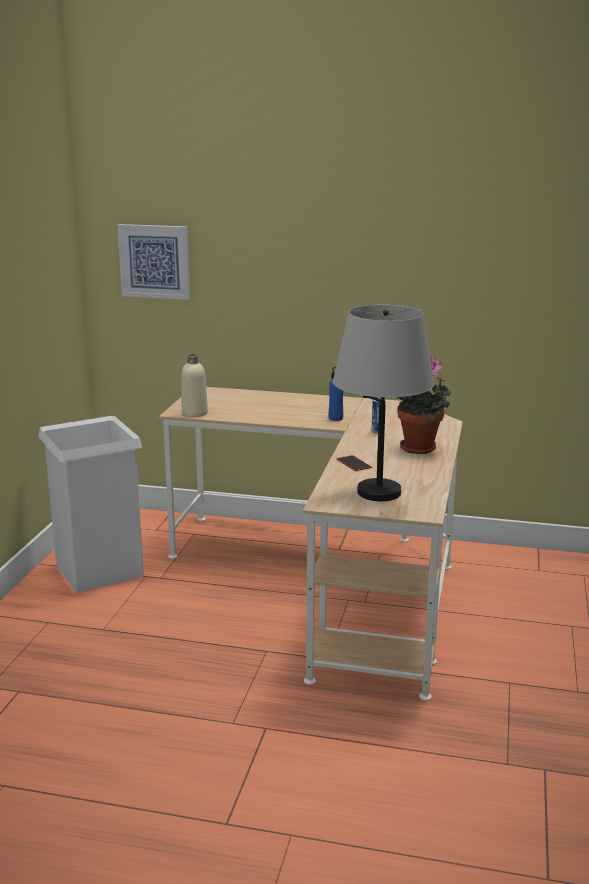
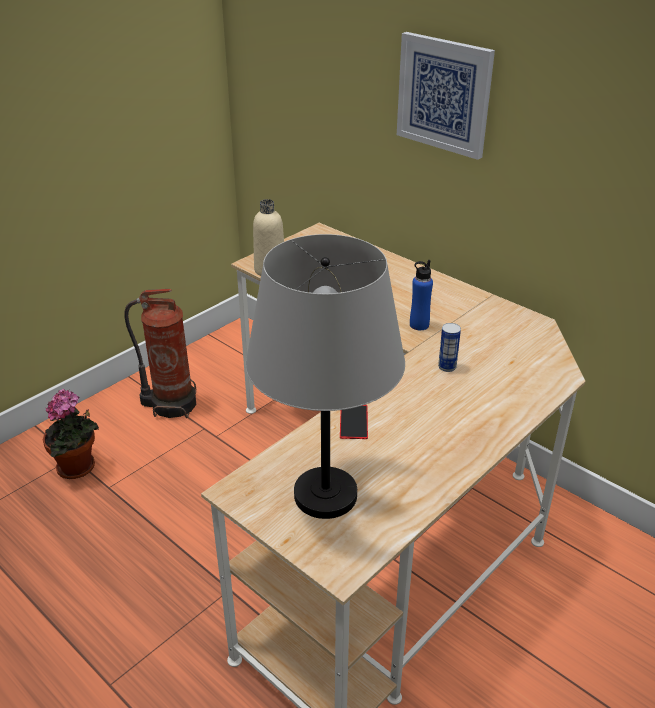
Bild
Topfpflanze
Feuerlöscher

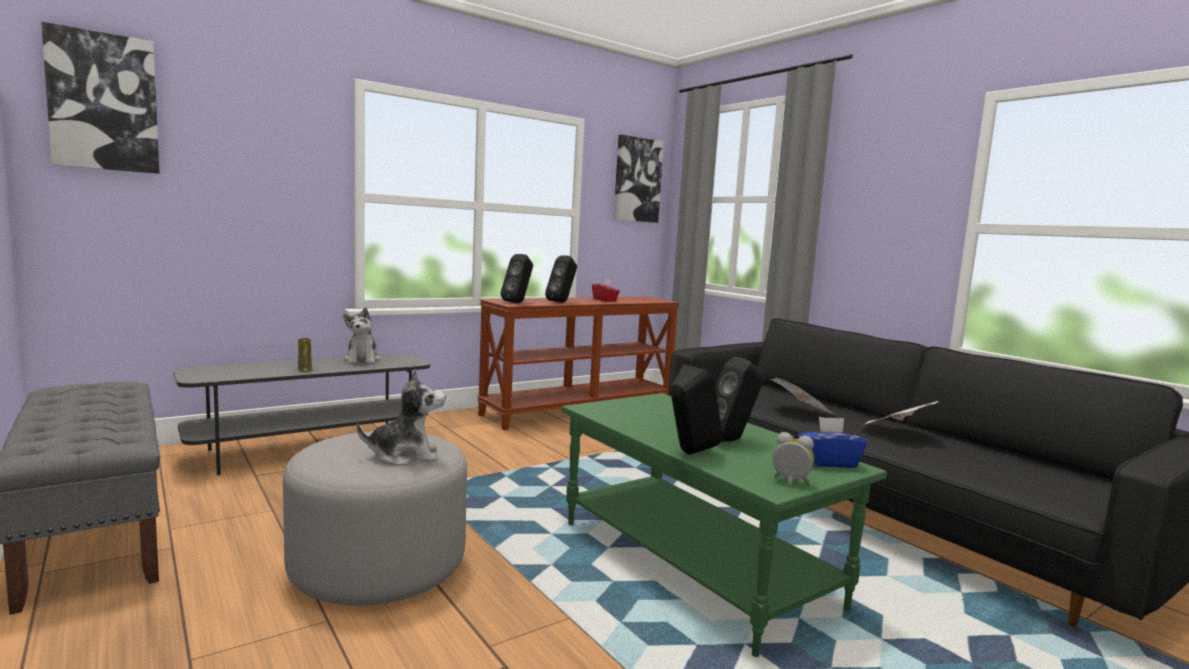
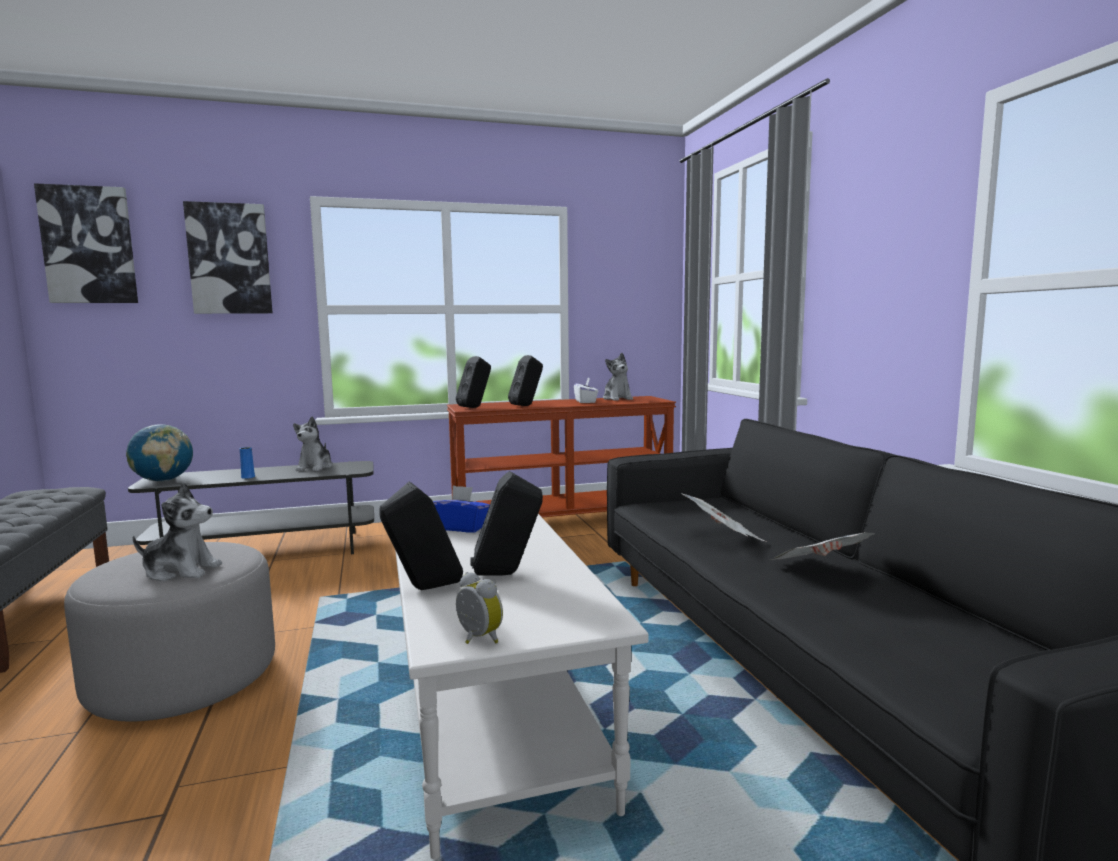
Globus
Plüschtier (3rd from left)
Bild (2nd from left)
Taschentuchbox [blau]
Vase [blau]
Couchtisch [weiß]
Taschentuchbox [weiß]

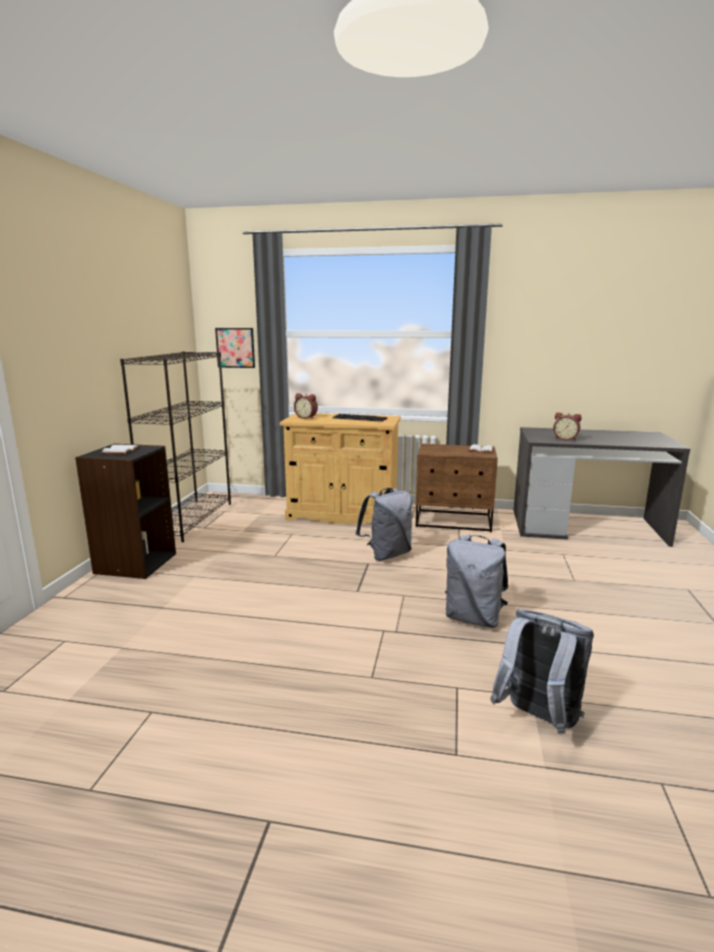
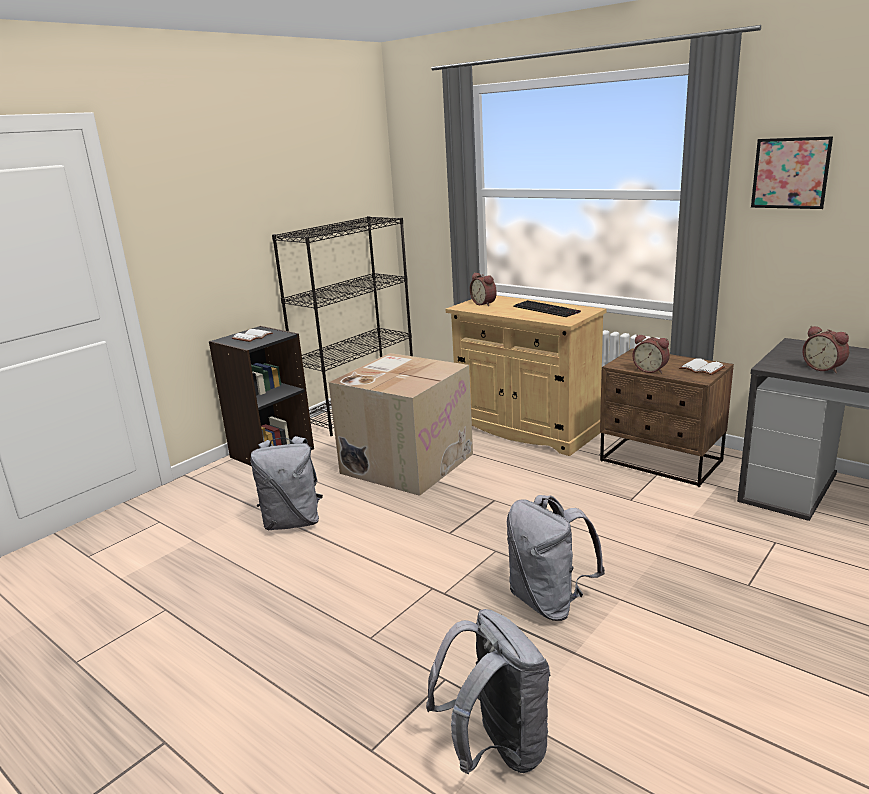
Karton
Wecker (2nd from left)
Bild
Rucksack [grau] (1st from left)

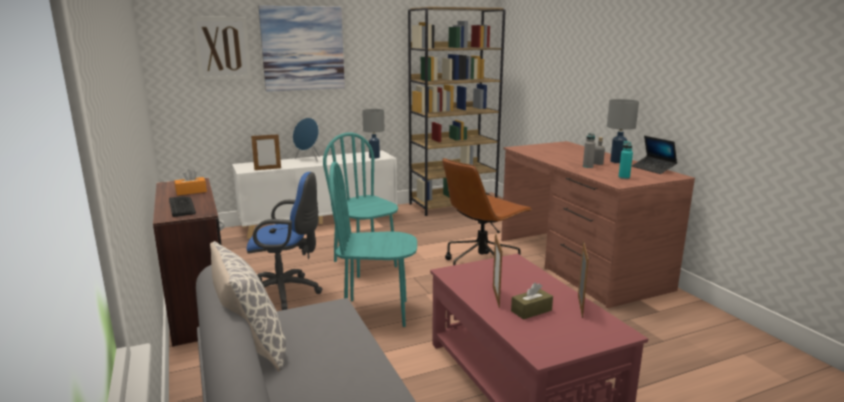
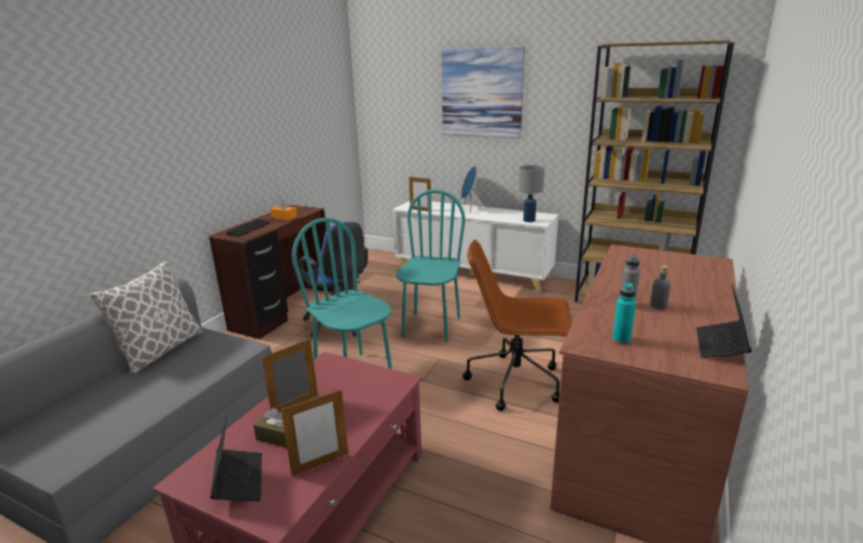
Bild (1st from left in the first image)
Tischlampe [grau] (2nd from left in the first image)
Laptop (1st from left)

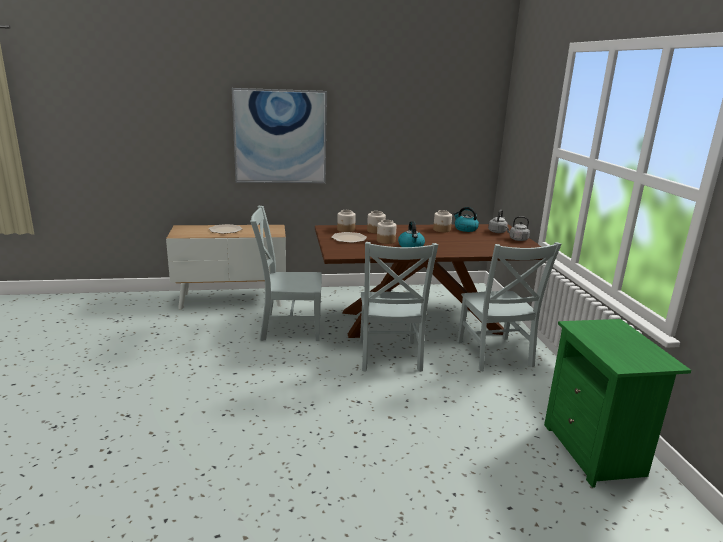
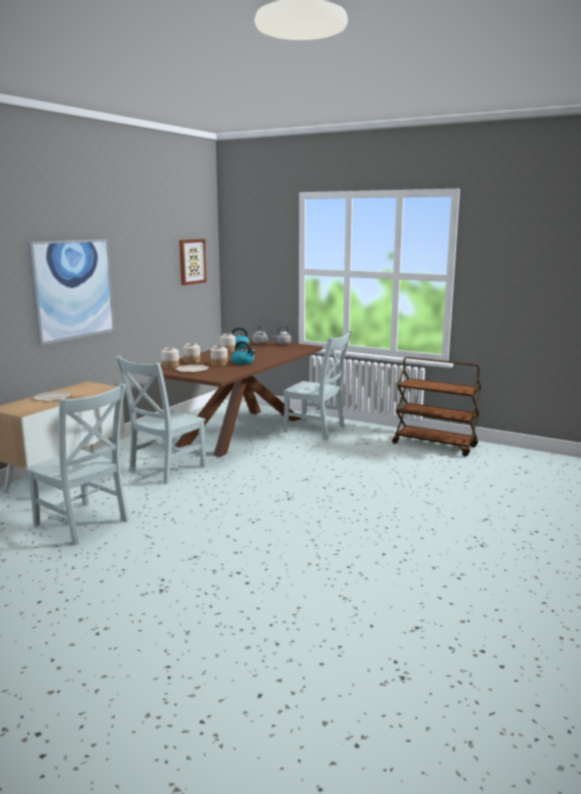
Bild (2nd from left)
Stuhl [grau] (1st from left)
Rollwagen [braun]

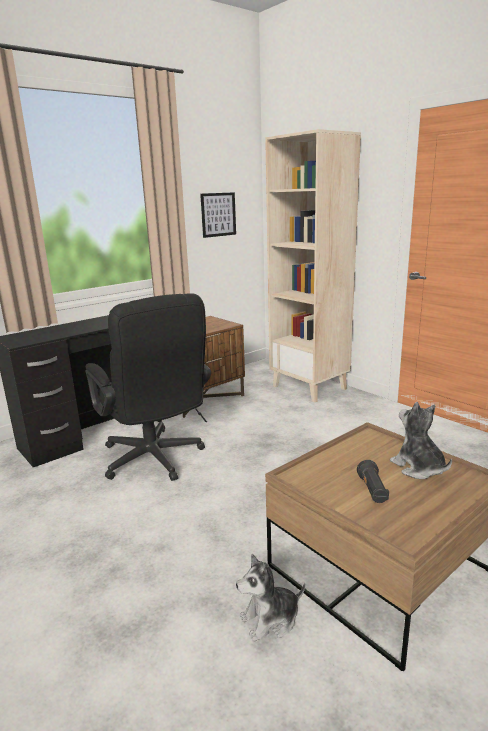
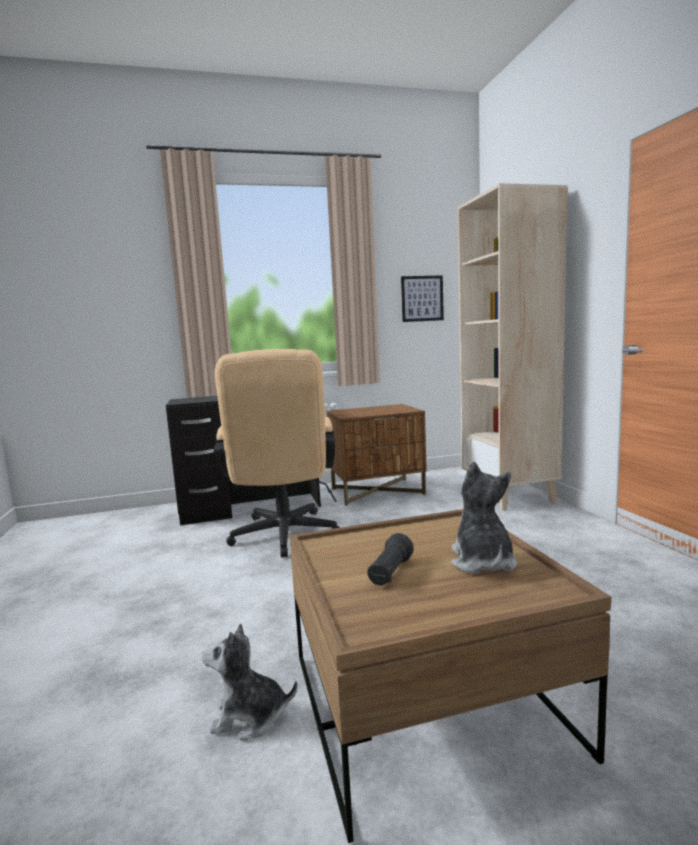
Bürostuhl [beige]

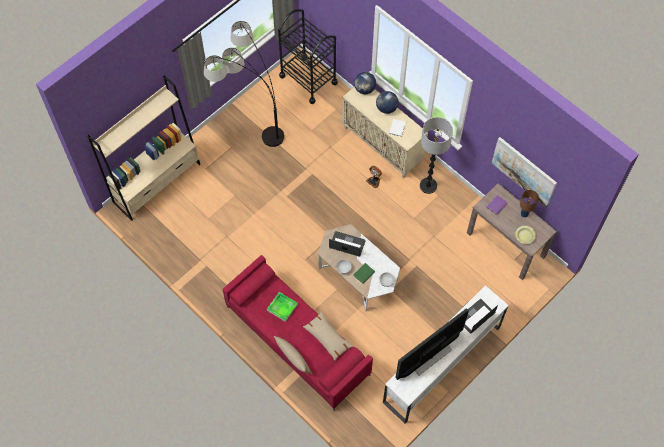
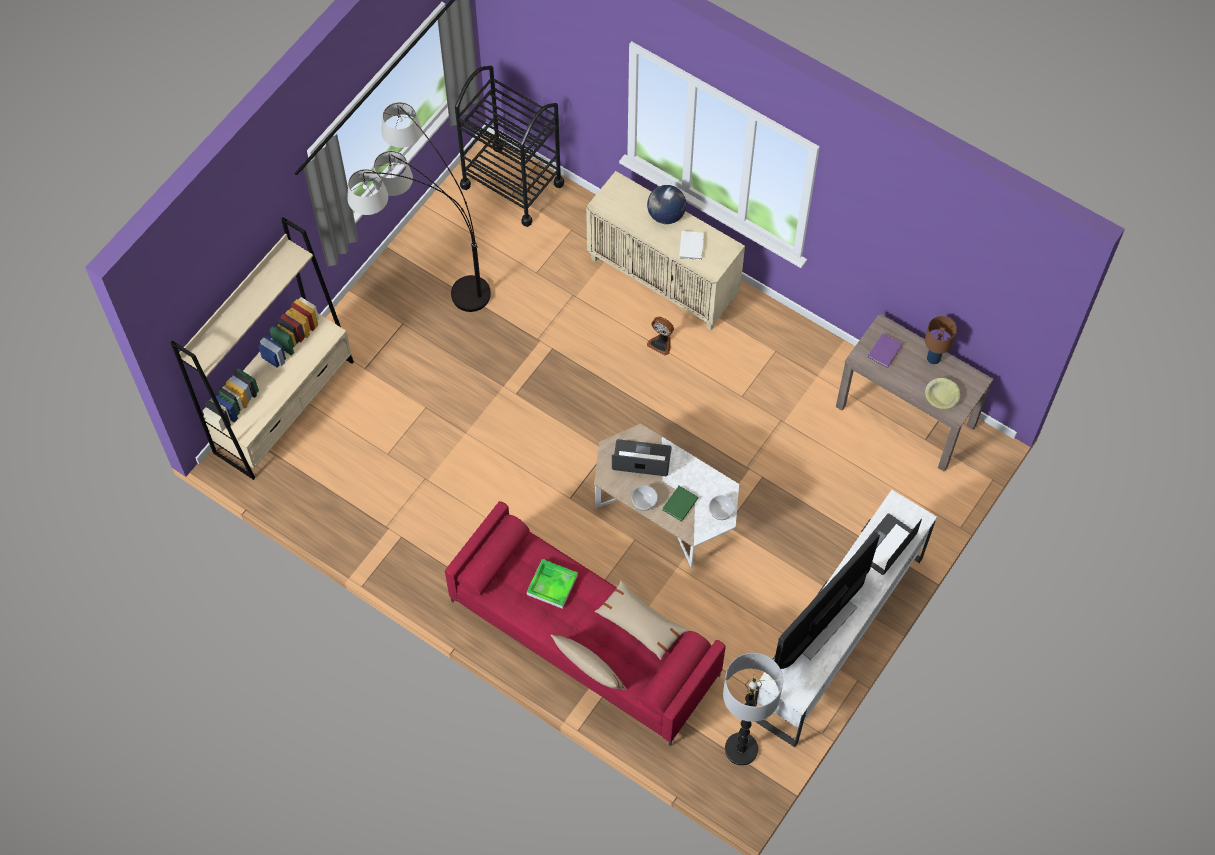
Globus (1st from left in the first image)
Bild
Stehlampe (2nd from left)

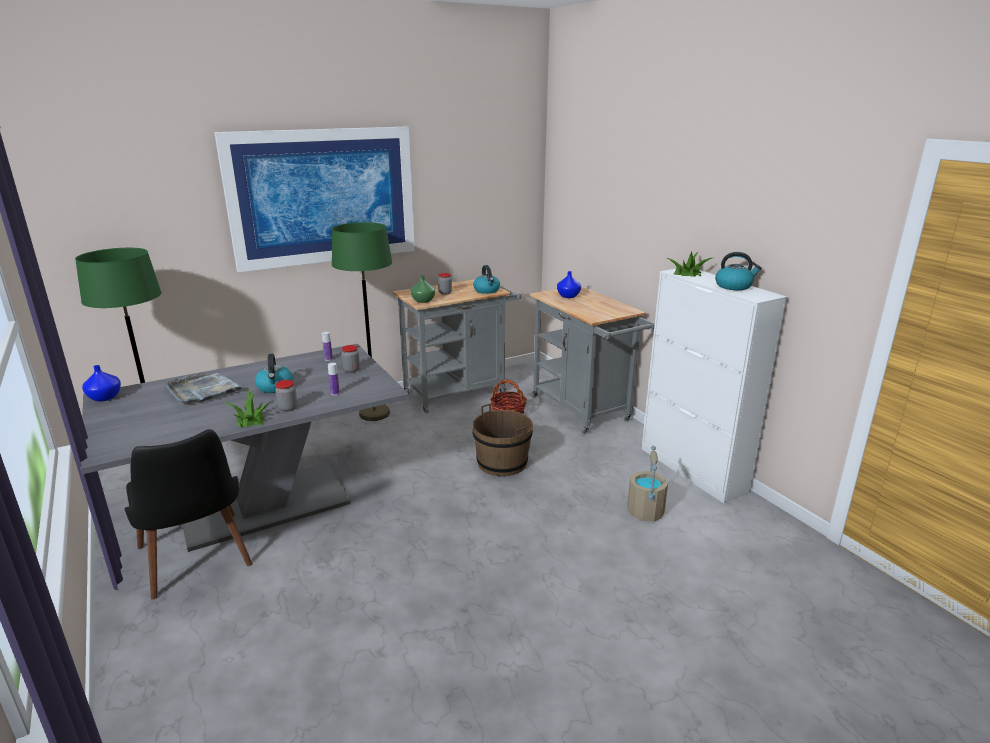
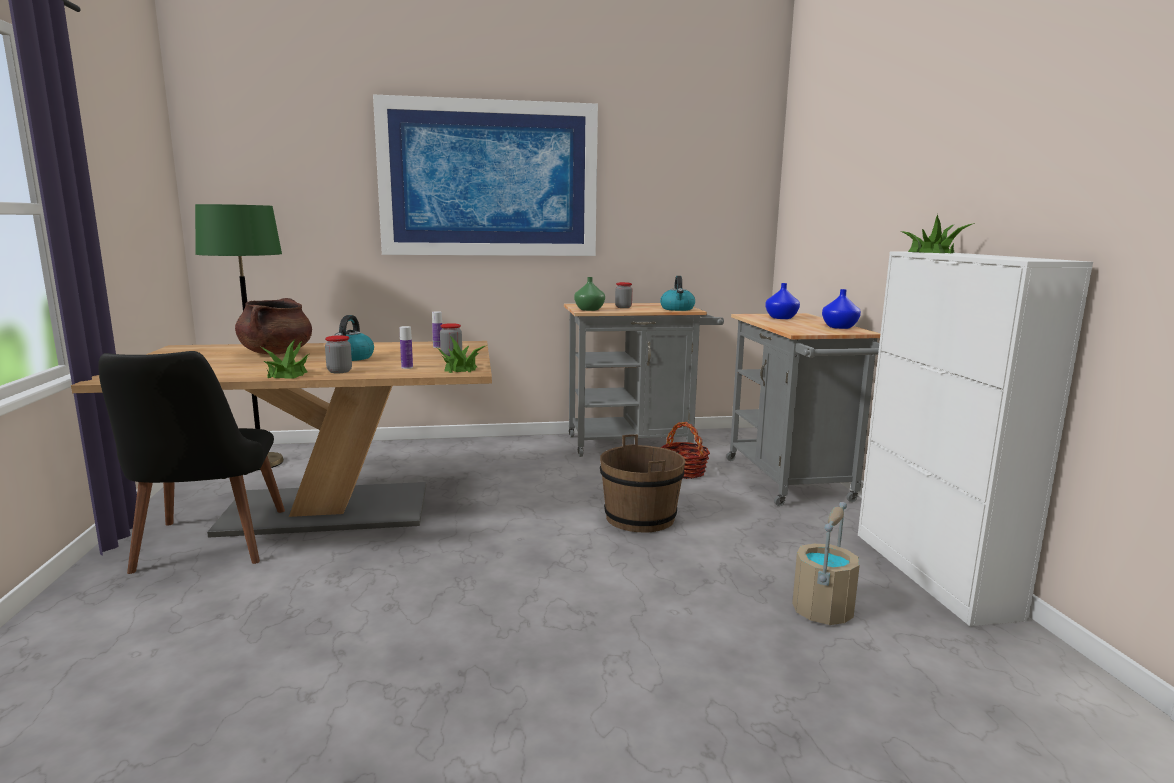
Stehlampe [grün] (2nd from left in the first image)
Wasserkessel (3rd from left in the first image)
Topfpflanze (2nd from left)
Vase [blau] (2nd from left)
Kochtopf [braun]
Esstisch [braun]

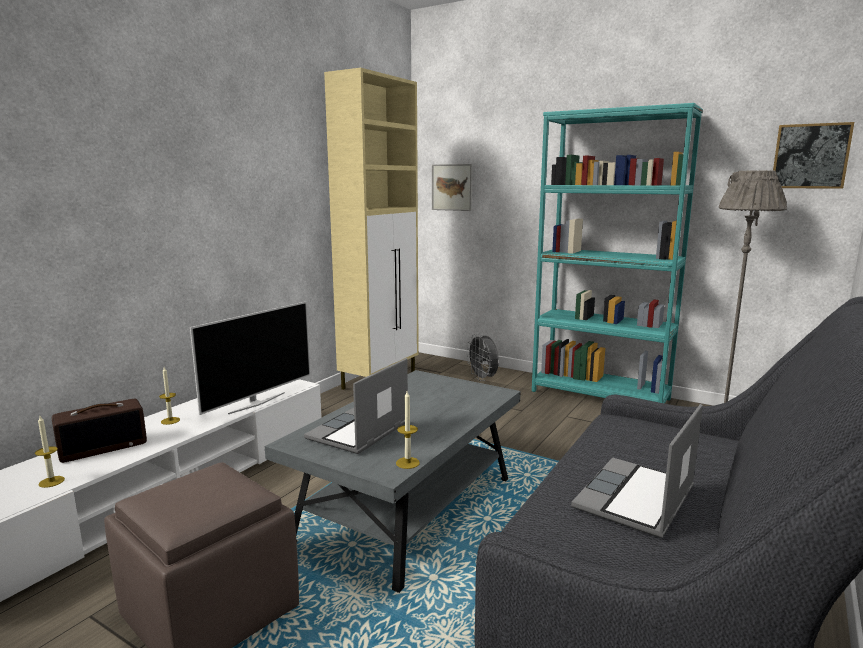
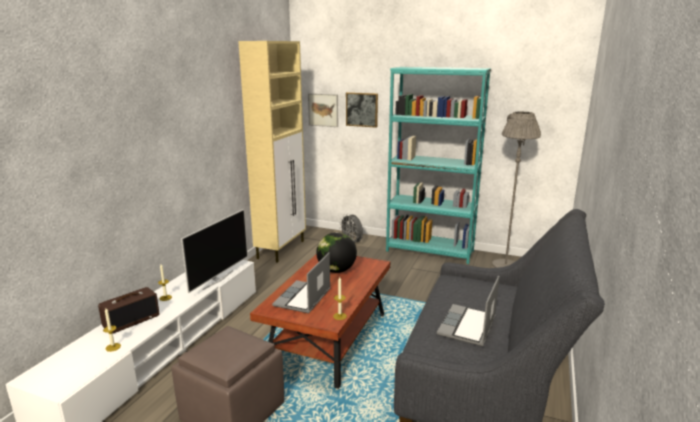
Globus
Bild (2nd from left)
Couchtisch [braun]

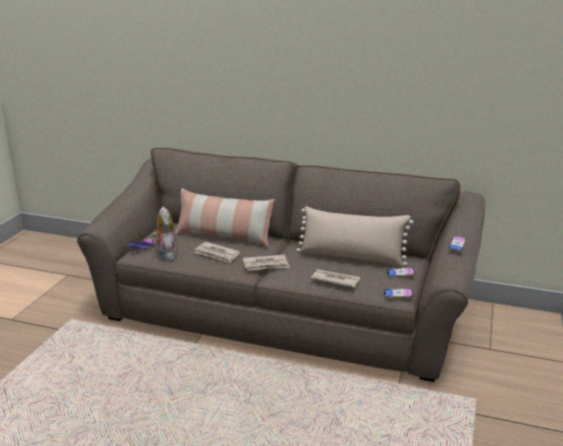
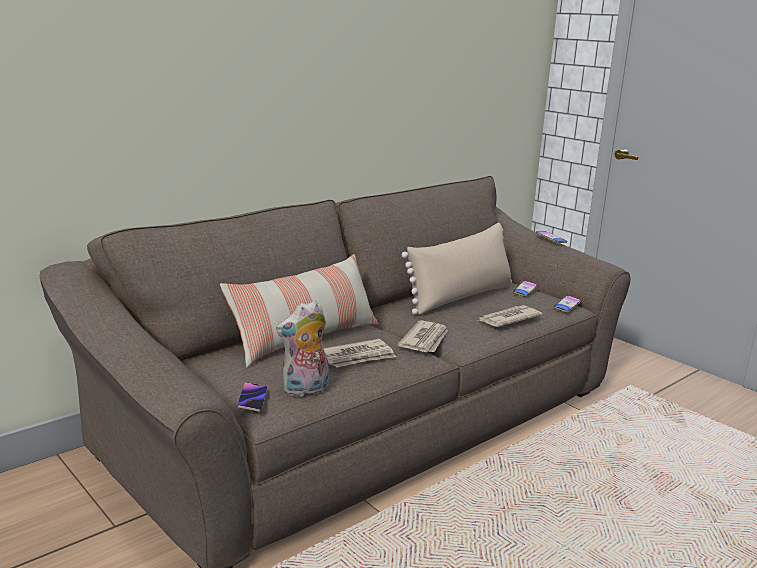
Plüschtier

